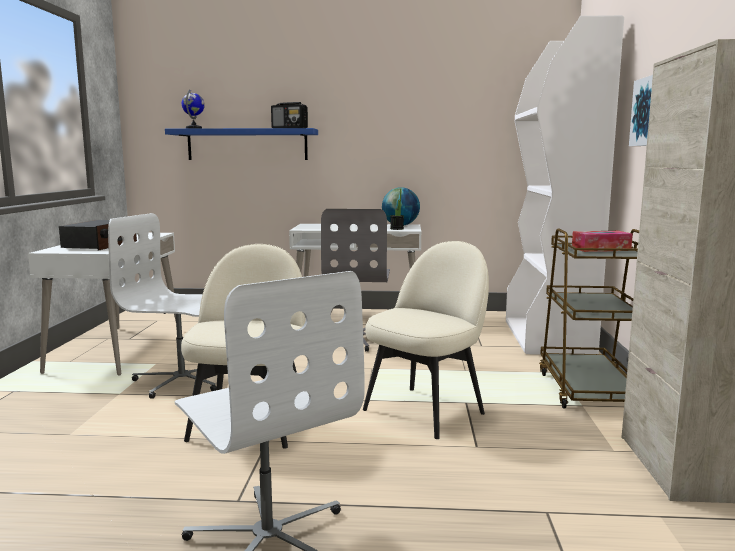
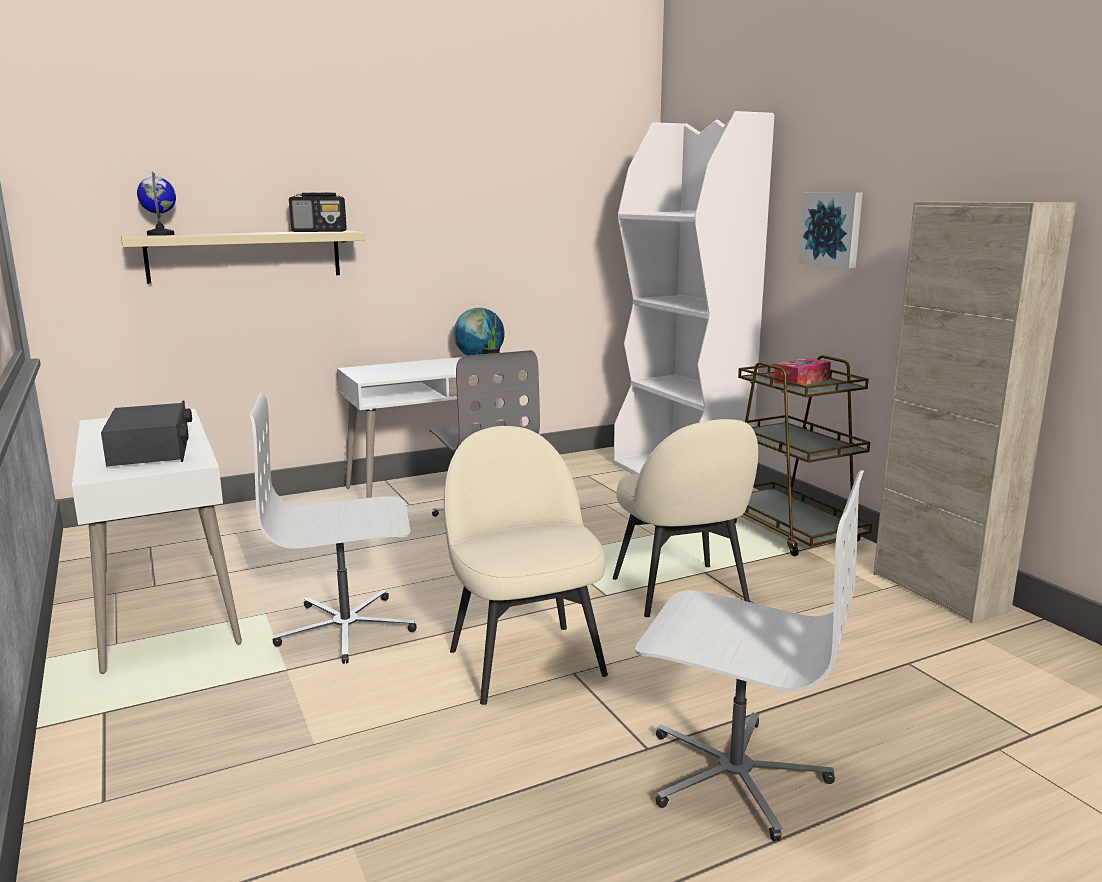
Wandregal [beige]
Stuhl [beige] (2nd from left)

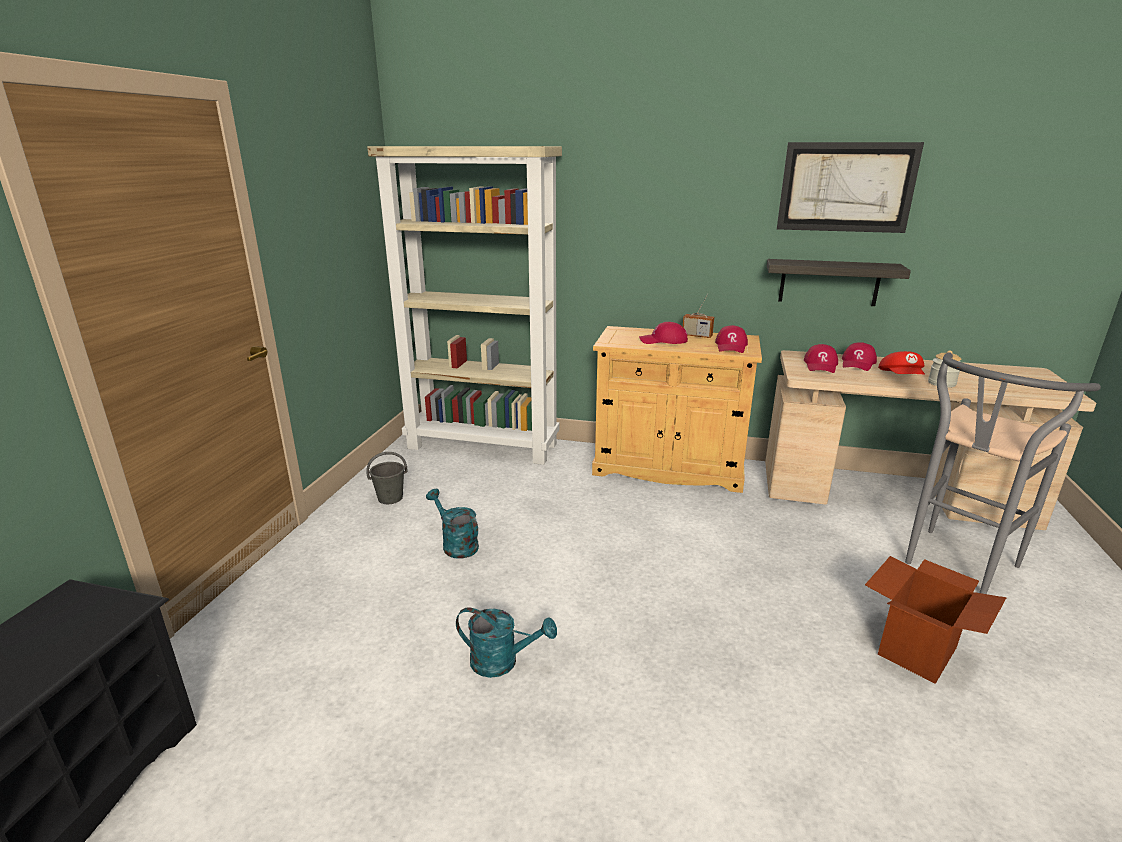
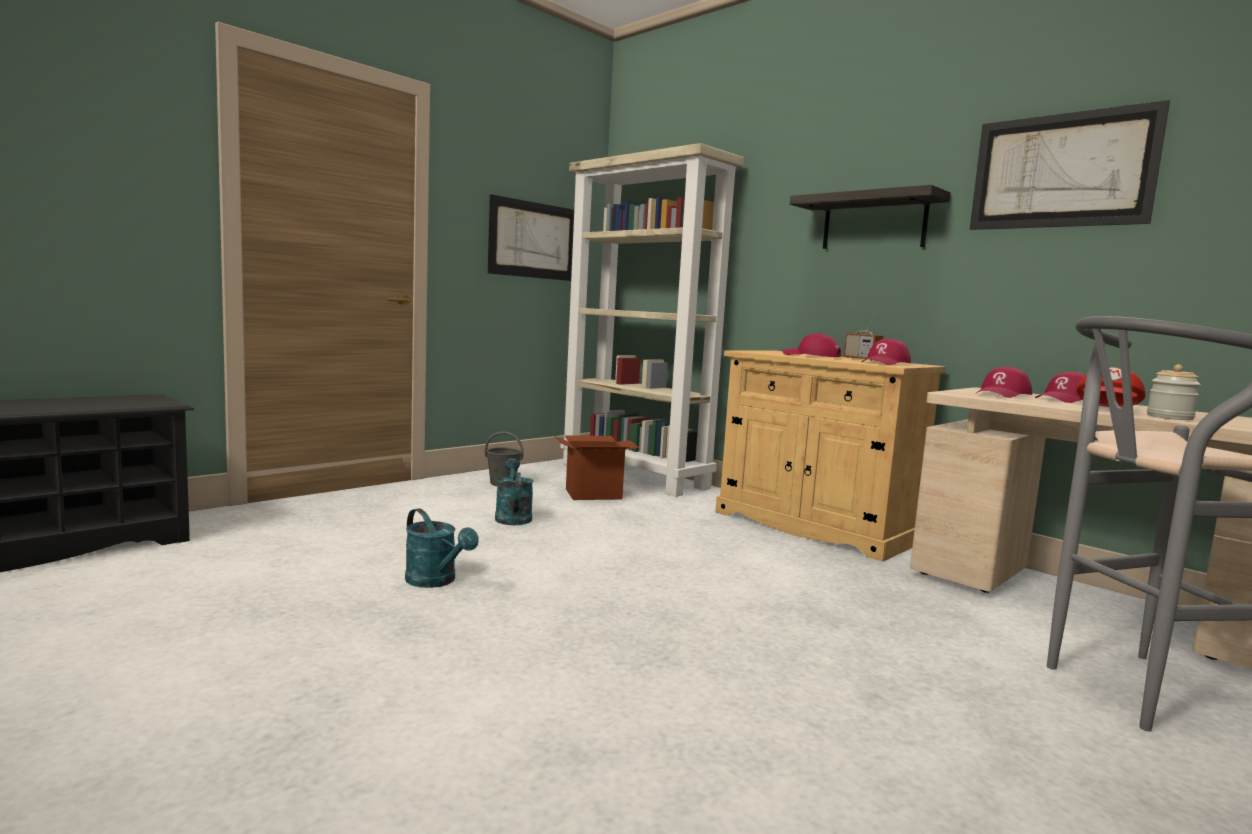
Bild (1st from left)
Wandregal
Karton

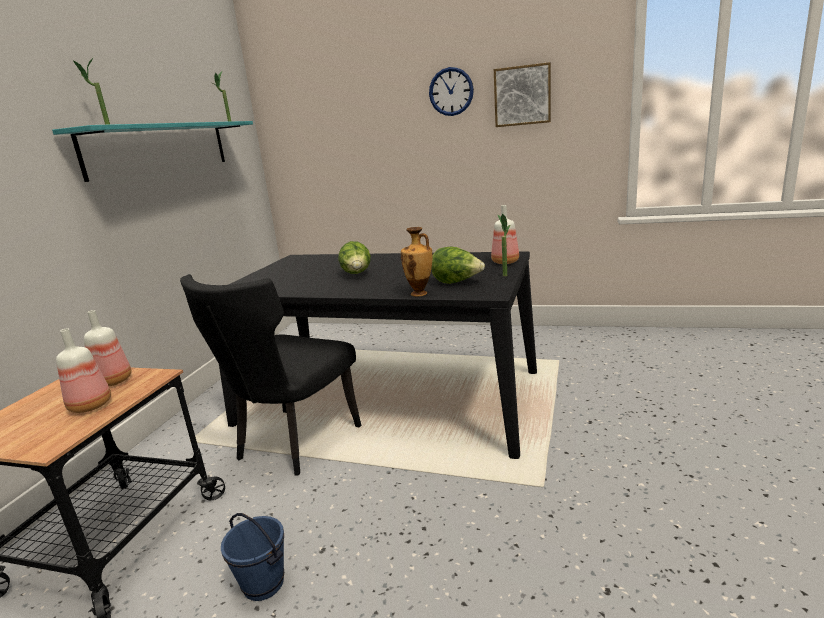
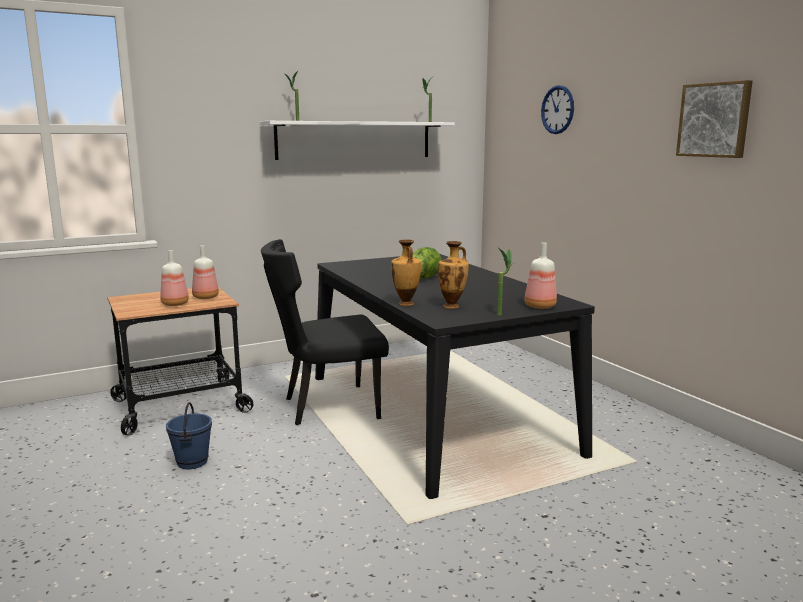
Wanduhr
Vase (2nd from left)
Wandregal [weiß]

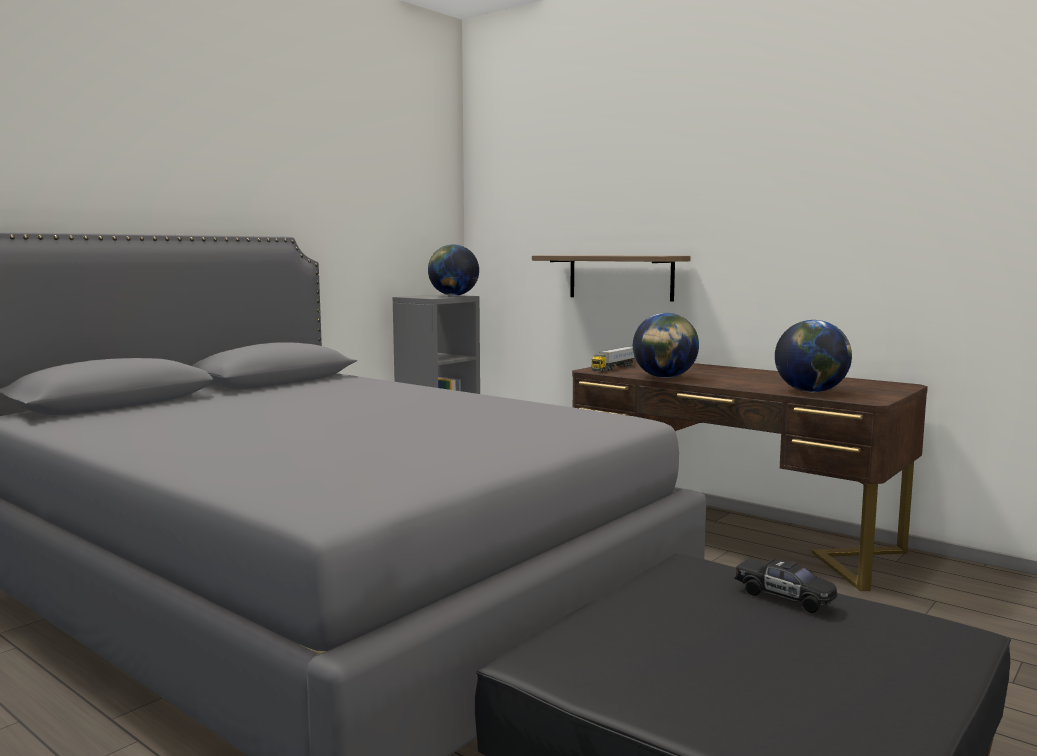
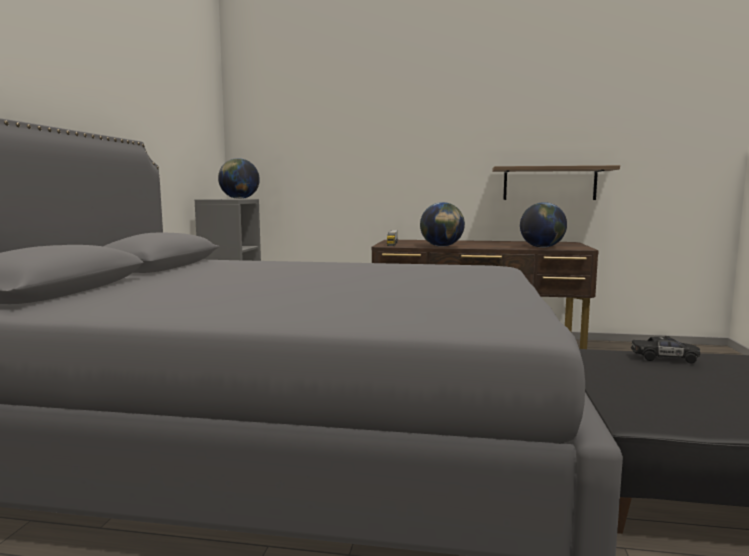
Wandregal

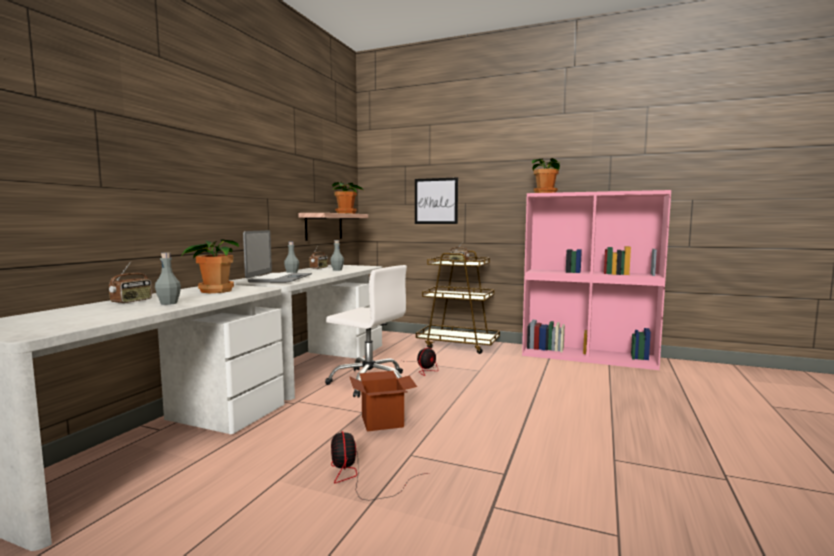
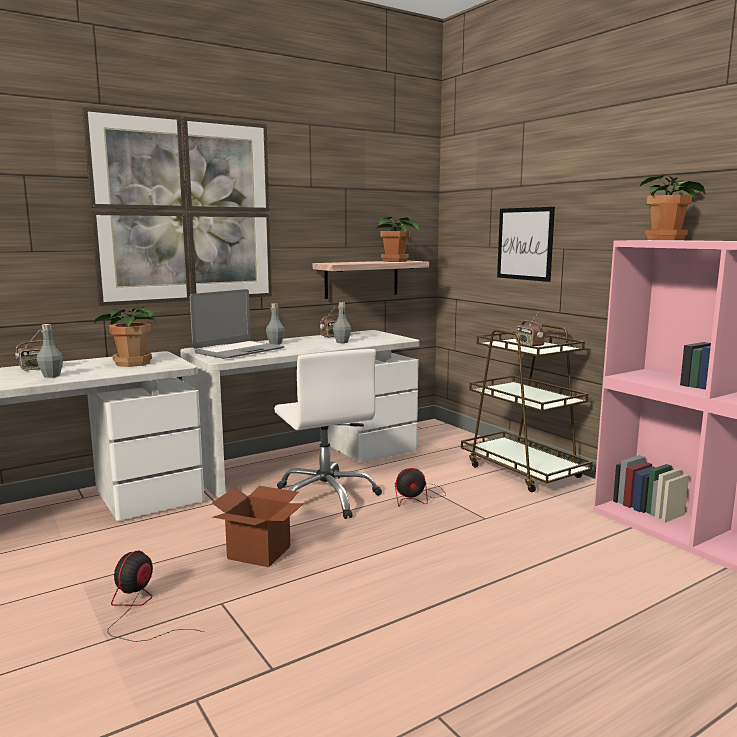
Bild (1st from left)

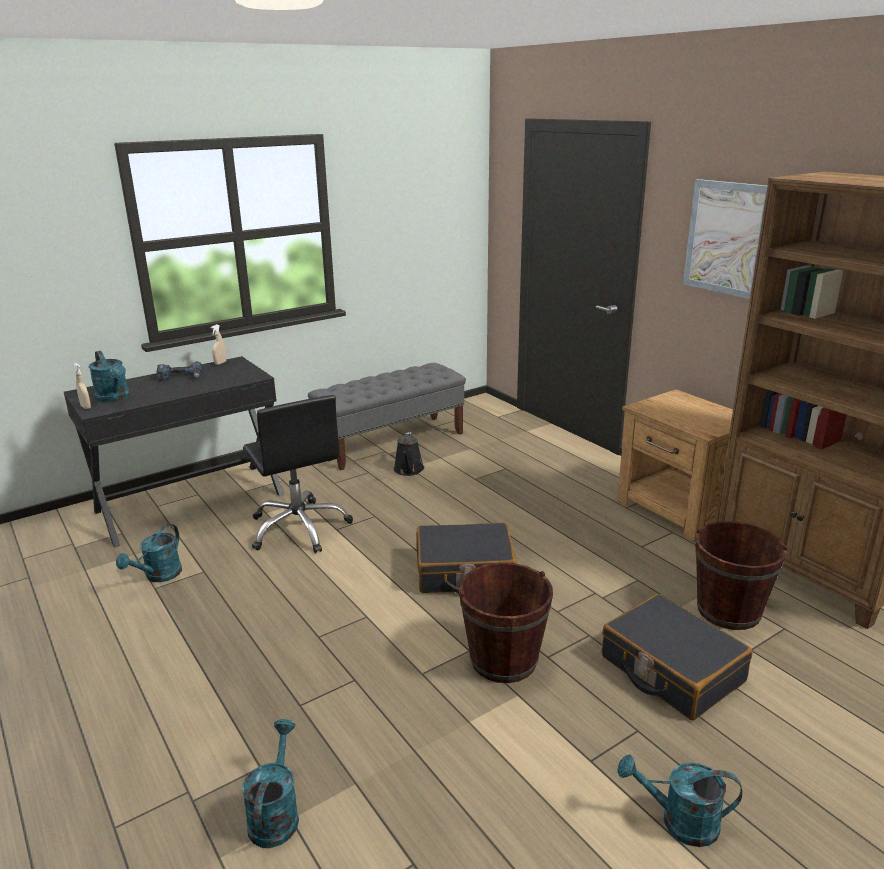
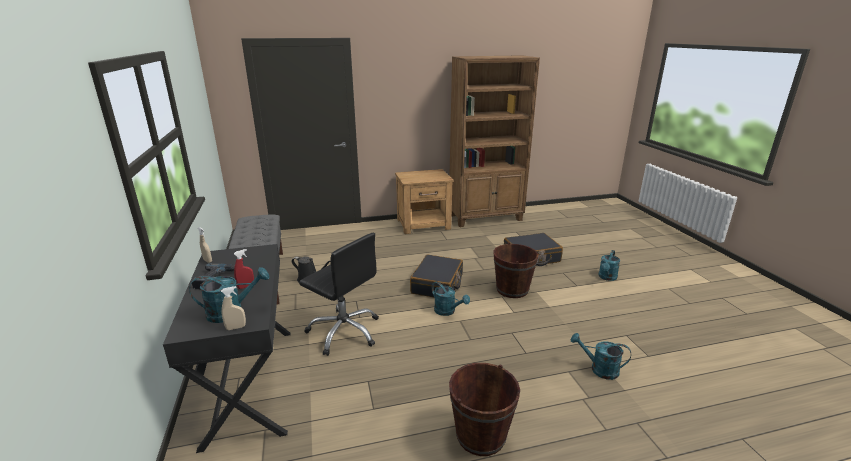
Bild
Sprühflasche [rot]
Gießkanne [türkis] (2nd from left)
Eimer [braun] (1st from left)
Bürostuhl [schwarz]

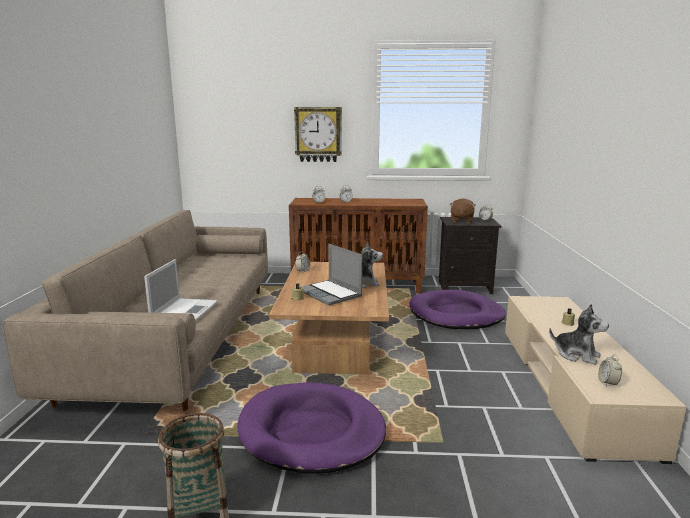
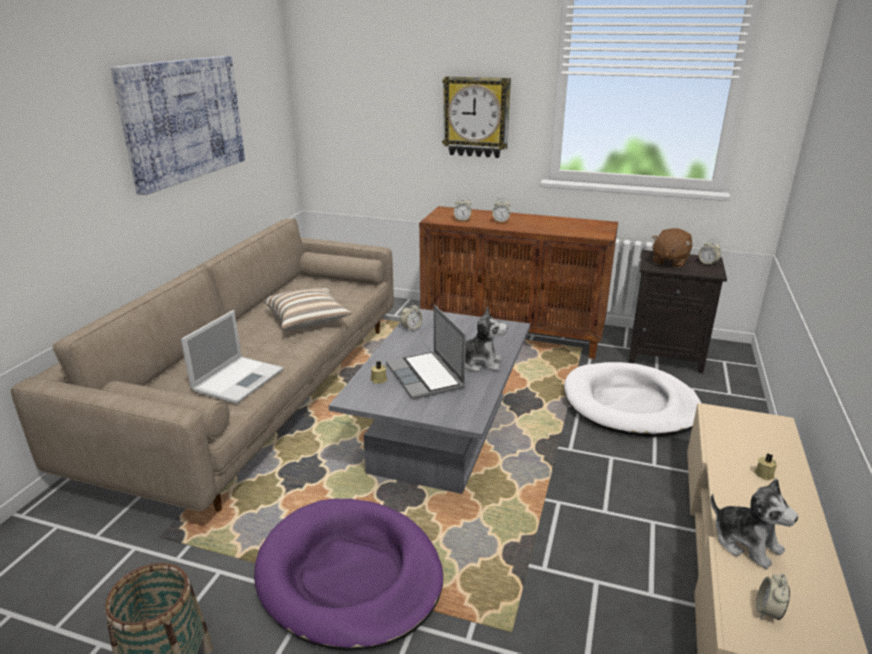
Bild
Kissen
Couchtisch [grau]
Hundebett [weiß]

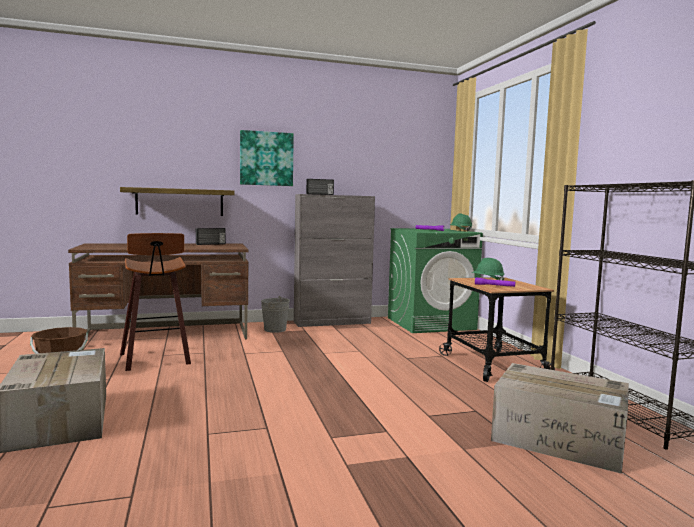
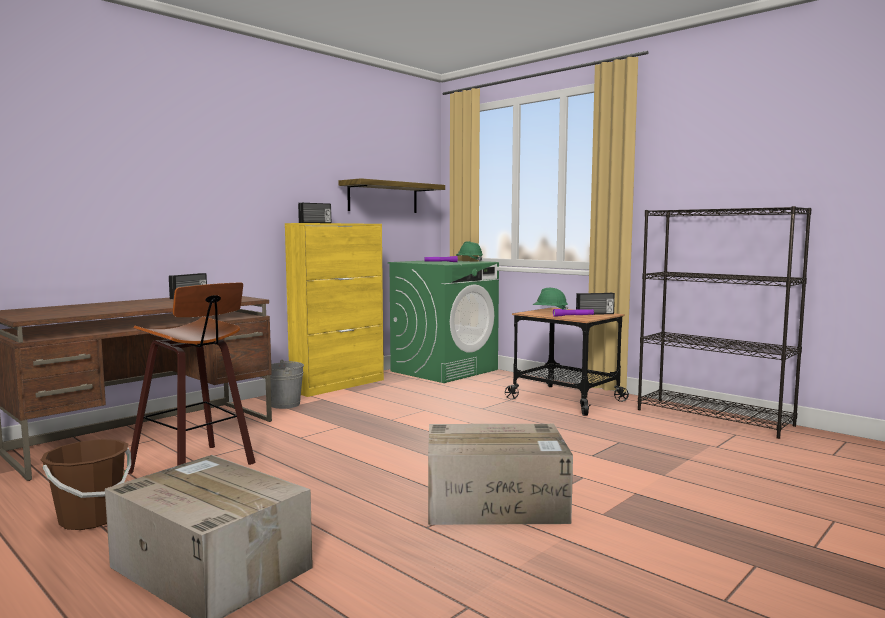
Bild
Radio (3rd from left)
Wandregal
Karton (2nd from left)
Schrank [gelb]

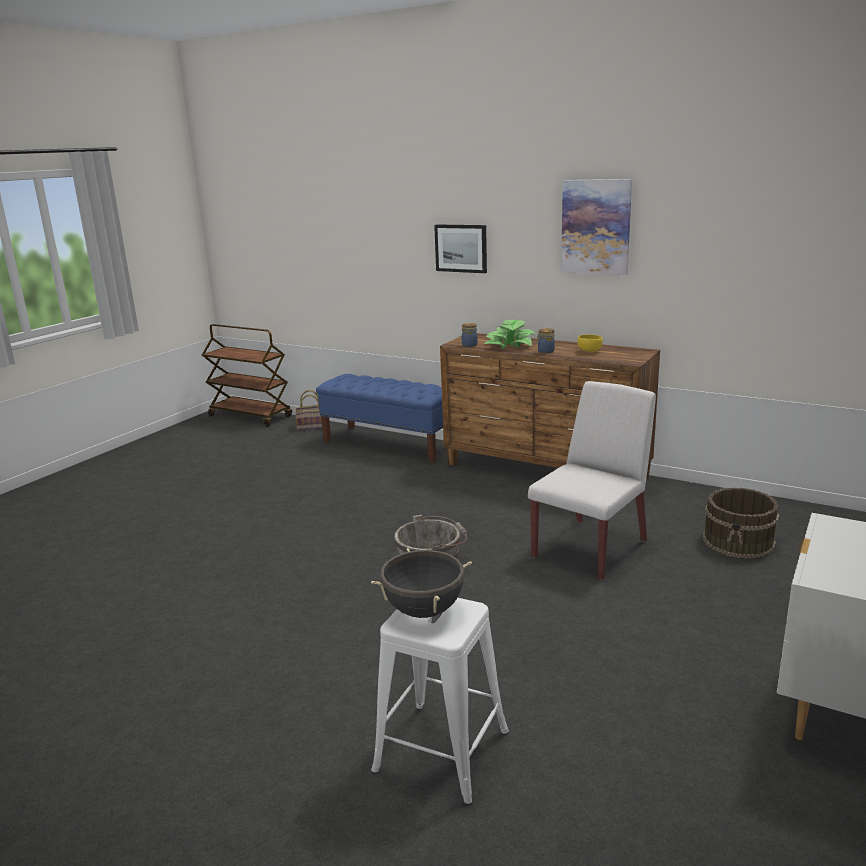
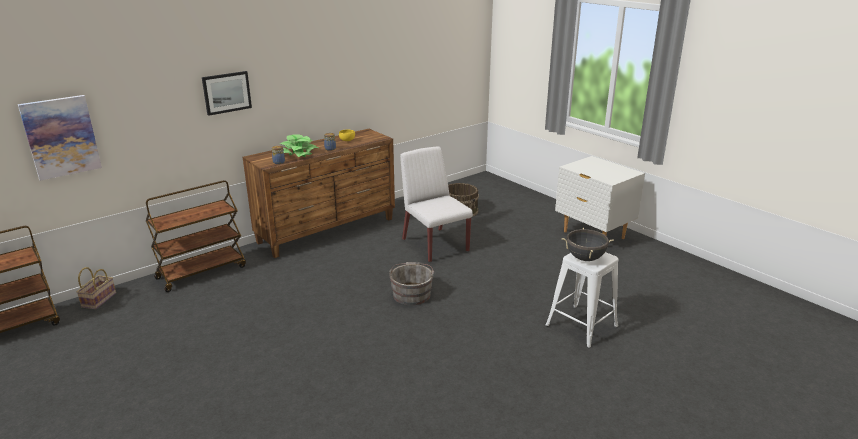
Bild (1st from left)
Rollwagen [braun] (2nd from left)

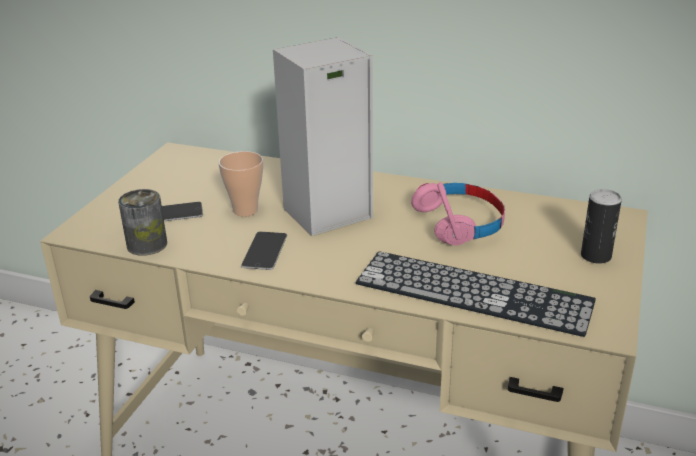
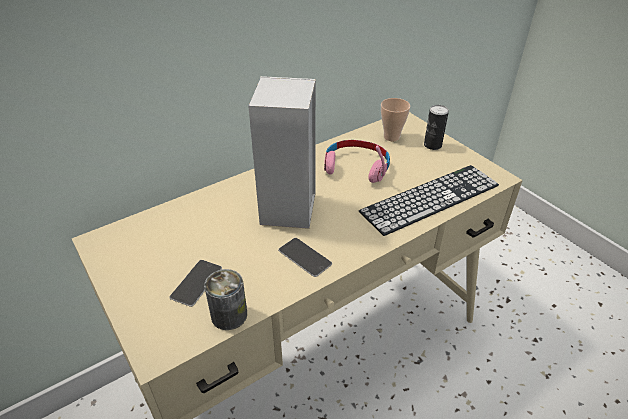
Tasse

